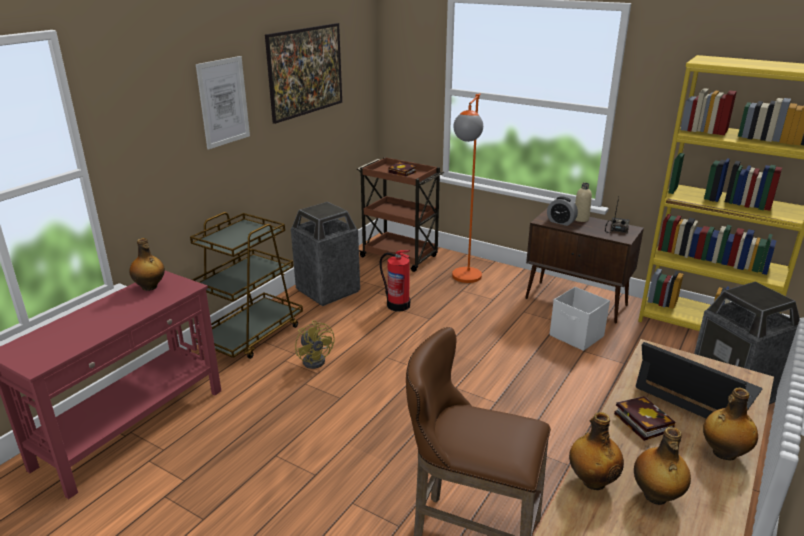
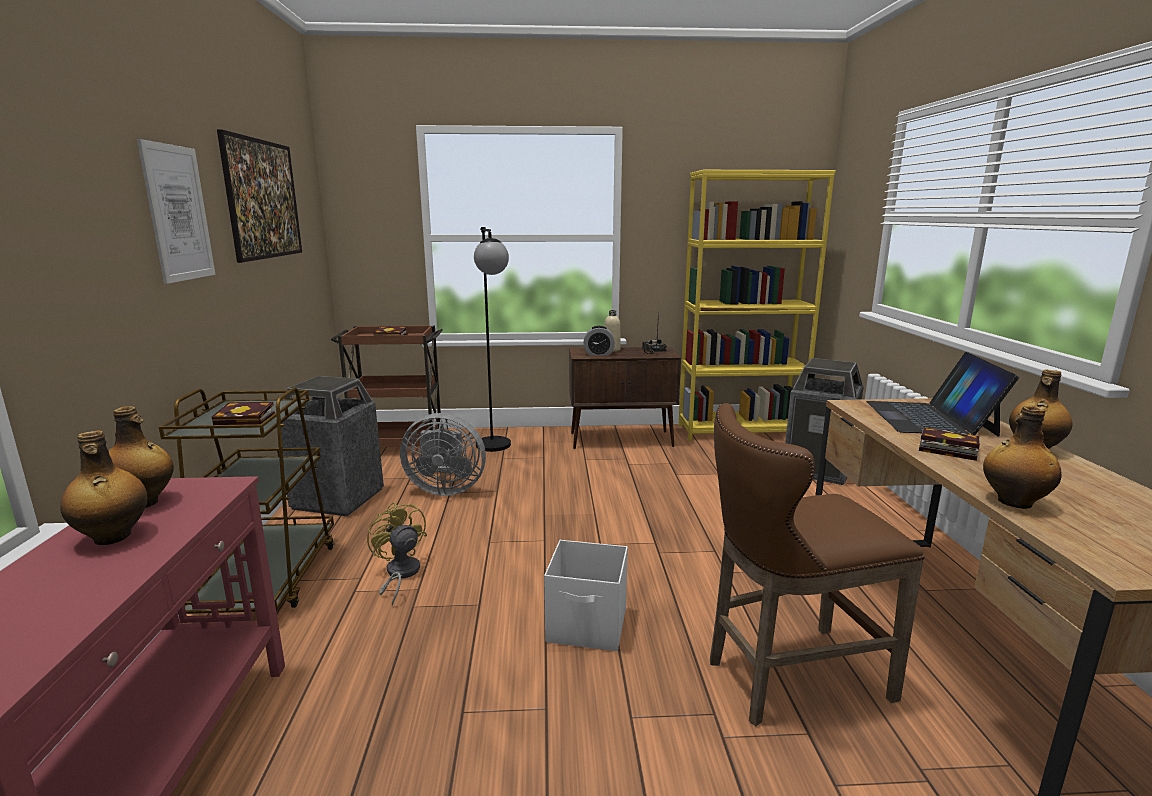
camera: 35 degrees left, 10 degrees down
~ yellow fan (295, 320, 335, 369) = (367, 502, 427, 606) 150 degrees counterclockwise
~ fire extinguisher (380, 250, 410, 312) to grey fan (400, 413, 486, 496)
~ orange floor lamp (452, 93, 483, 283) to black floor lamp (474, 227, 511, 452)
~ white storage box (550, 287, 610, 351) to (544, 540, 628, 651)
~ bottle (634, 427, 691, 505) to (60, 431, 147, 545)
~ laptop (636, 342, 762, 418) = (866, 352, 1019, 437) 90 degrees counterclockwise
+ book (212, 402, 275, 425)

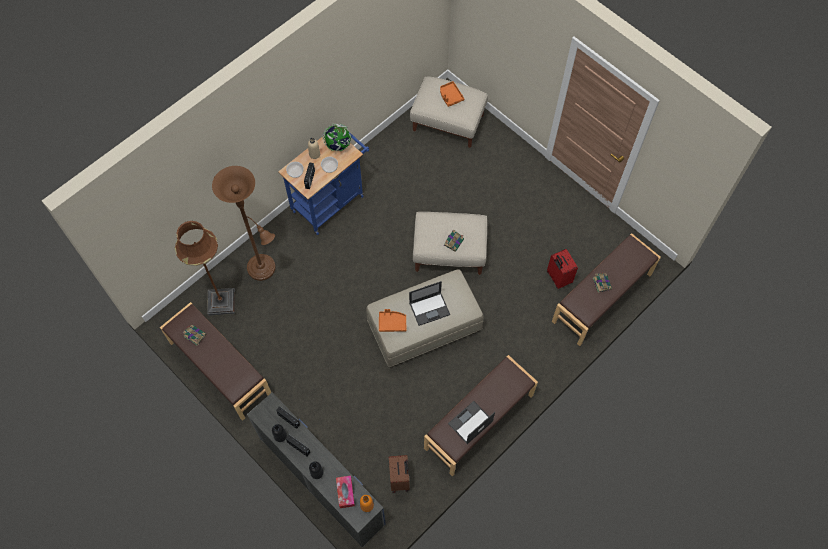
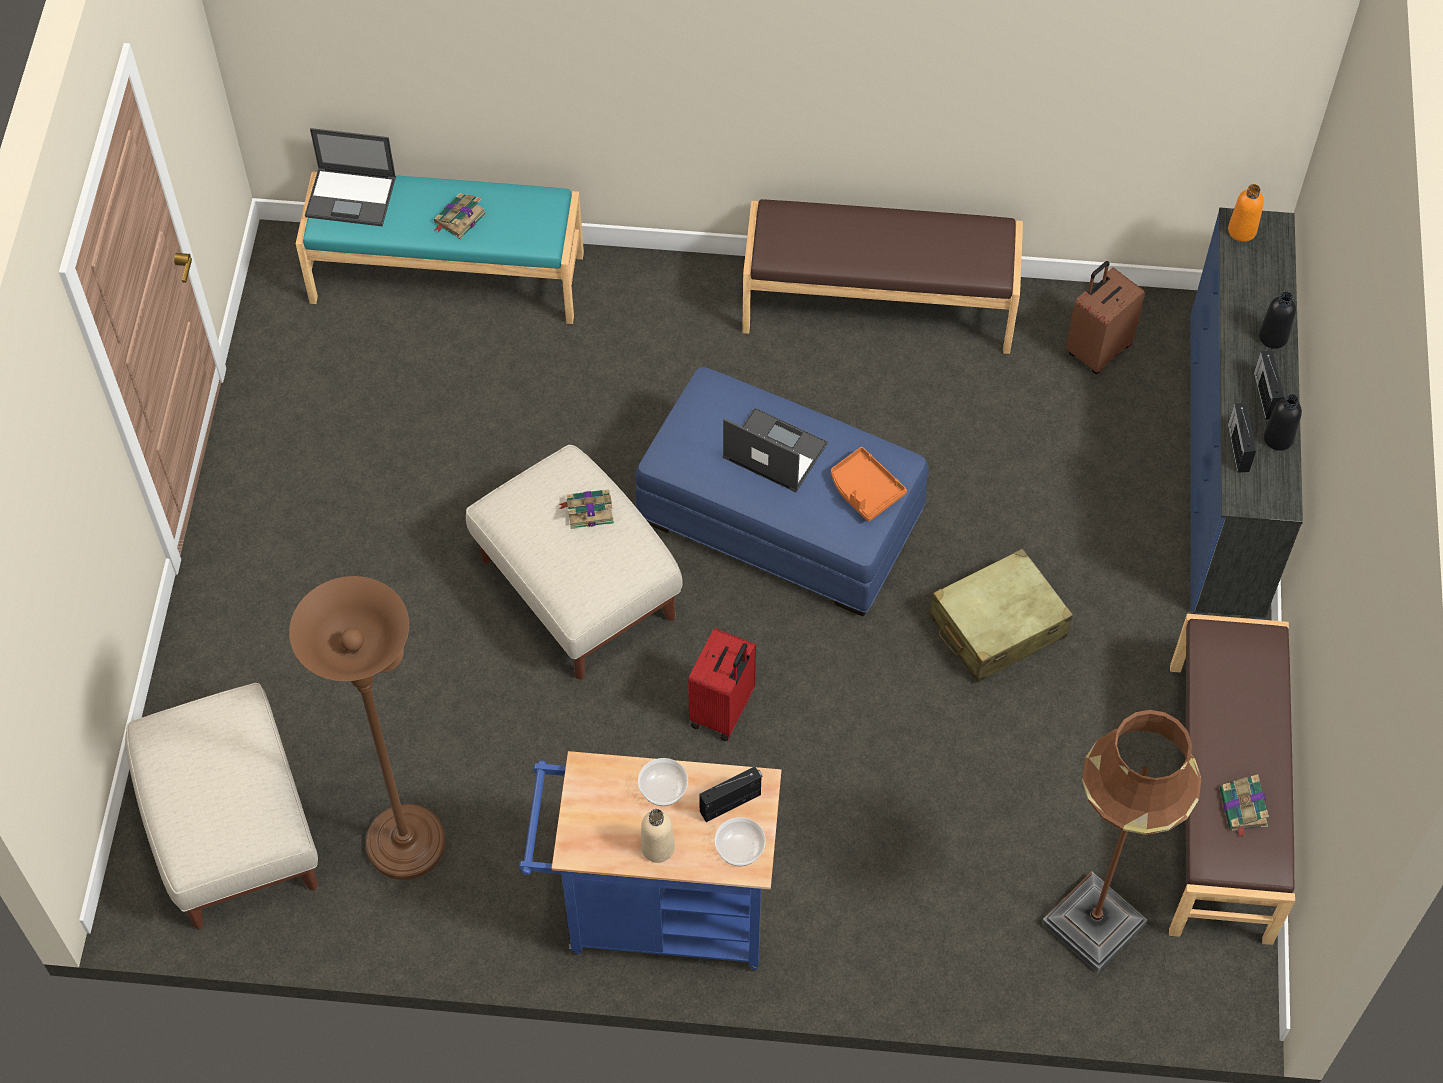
camera: 130 degrees left, 5 degrees down
~ brown floor lamp (212, 166, 276, 281) to (289, 576, 445, 880)
- globe (322, 124, 351, 151)
- tissue box (336, 476, 355, 508)
~ beige ottoman (366, 269, 484, 367) to blue ottoman (635, 367, 929, 616)
- orange tray (440, 81, 464, 107)
~ laptop (448, 401, 495, 444) to (305, 128, 396, 226)
~ red suitcase (547, 249, 578, 289) to (688, 628, 756, 741)
~ brown bench (552, 233, 661, 346) to turquoise bench (296, 172, 584, 324)
+ beige suitcase (929, 548, 1073, 682)

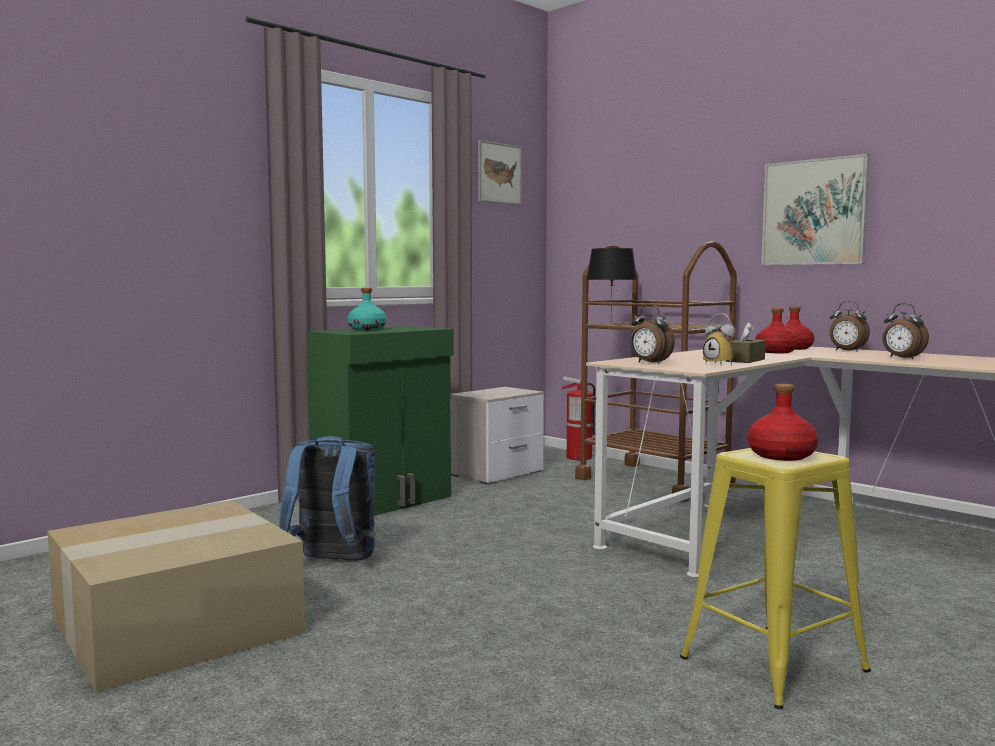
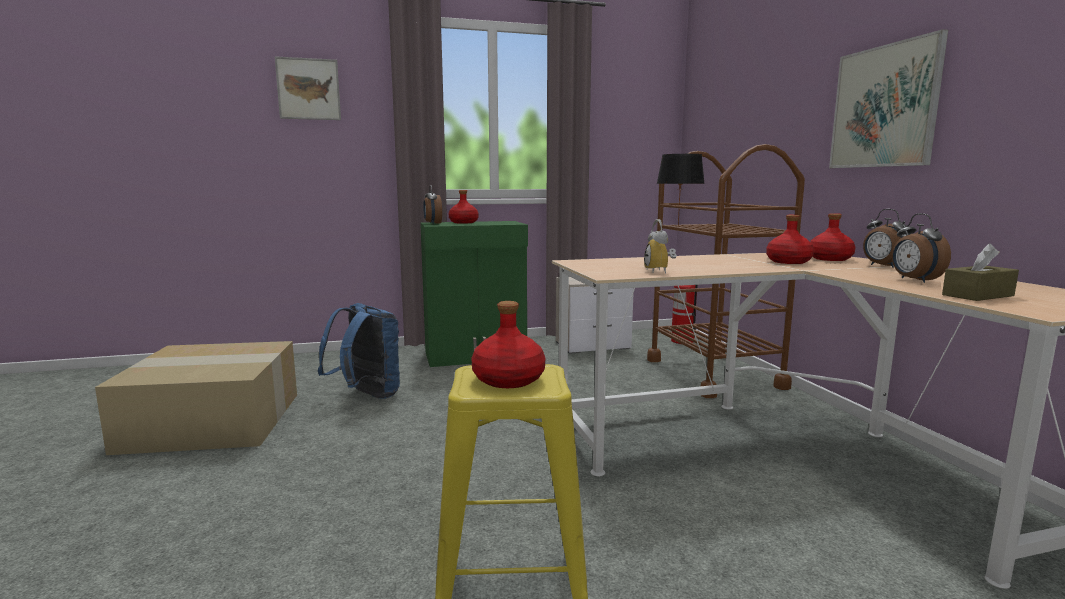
camera: 30 degrees right, 5 degrees up
~ turquoise bottle (348, 288, 387, 330) to red bottle (448, 190, 479, 224)
~ picture (478, 140, 521, 205) to (275, 56, 341, 120)
~ alarm clock (630, 305, 675, 364) to (423, 185, 442, 224)
~ brown tissue box (726, 322, 766, 363) to (942, 243, 1019, 301)

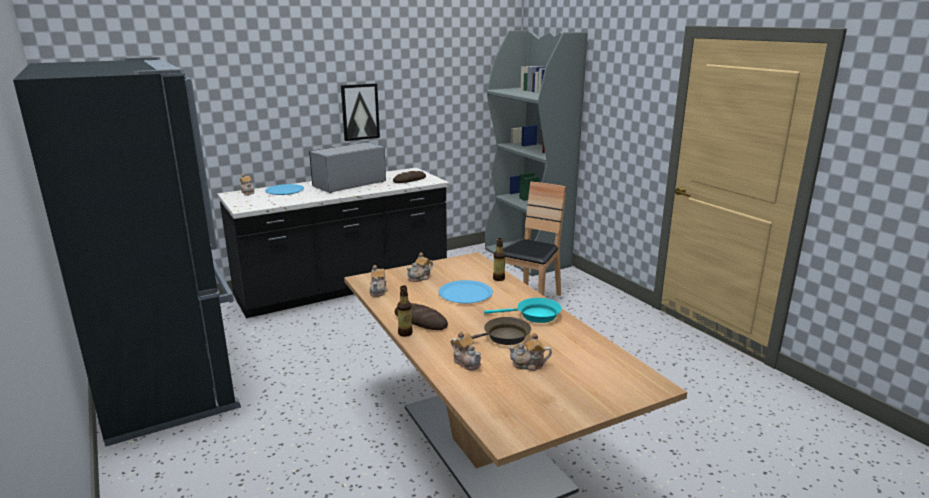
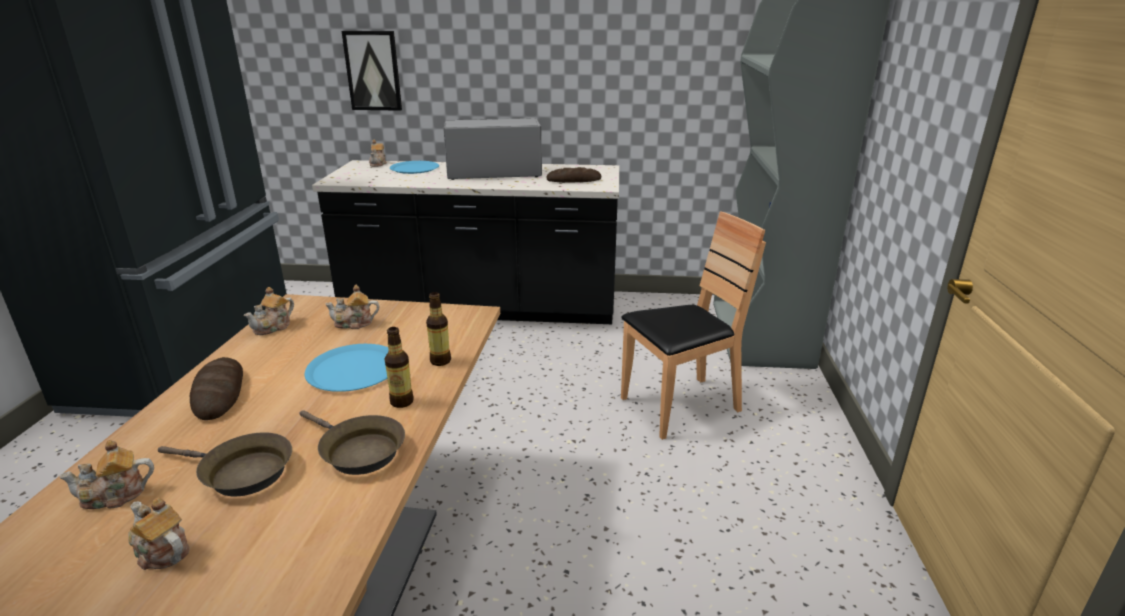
camera: 35 degrees right, 5 degrees up
~ picture (341, 83, 380, 141) to (342, 31, 402, 111)
~ bottle (397, 285, 413, 337) to (384, 327, 414, 408)
~ teapot (451, 331, 481, 371) = (59, 440, 154, 509) 75 degrees clockwise
~ turquoise frying pan (484, 298, 562, 323) to brown frying pan (299, 410, 405, 475)

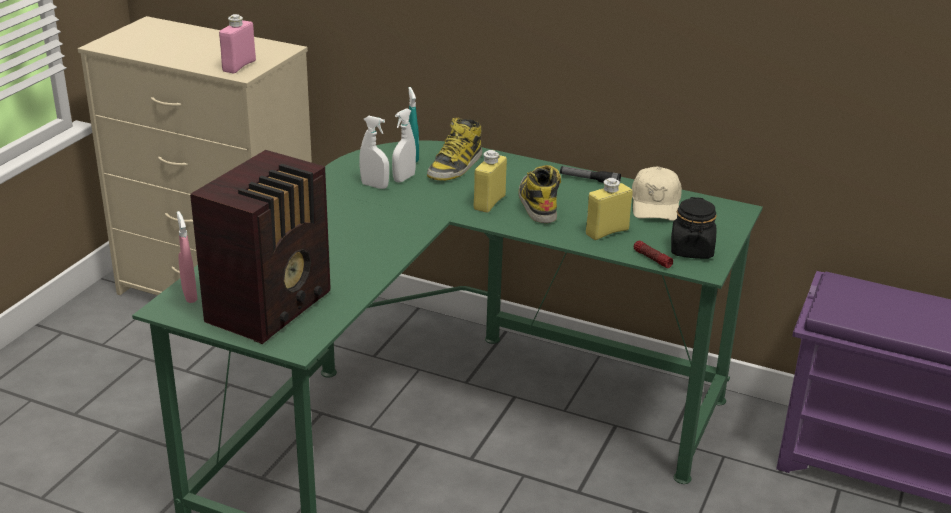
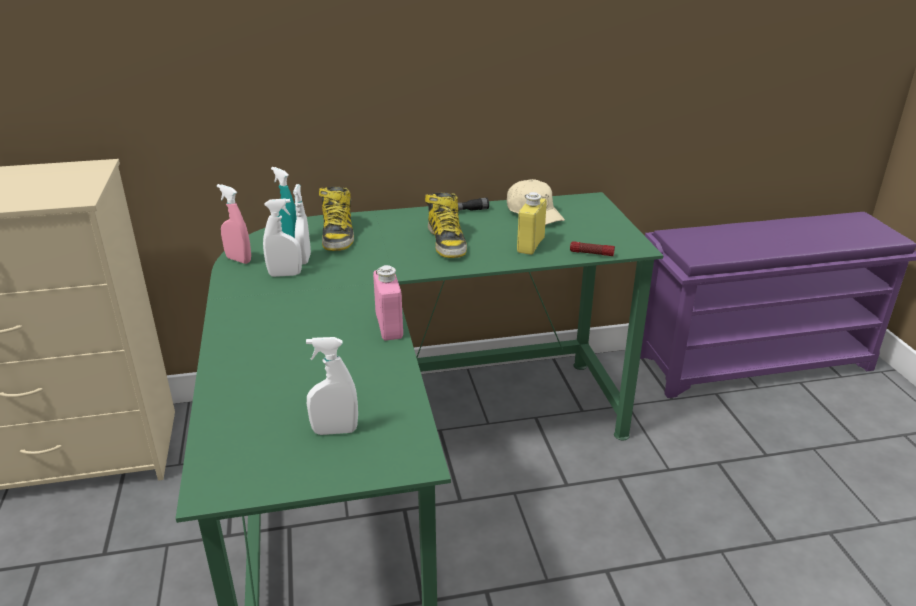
camera: 35 degrees left, 0 degrees up
~ pink spray bottle (177, 211, 198, 303) to (217, 184, 251, 264)
~ radio (190, 150, 331, 344) to white spray bottle (306, 337, 358, 435)
~ pink bottle (219, 14, 256, 73) to (373, 265, 403, 340)
- yellow bottle (474, 150, 507, 213)
~ boot (519, 165, 561, 223) = (425, 193, 467, 258) 150 degrees counterclockwise
- black jar (671, 197, 717, 259)

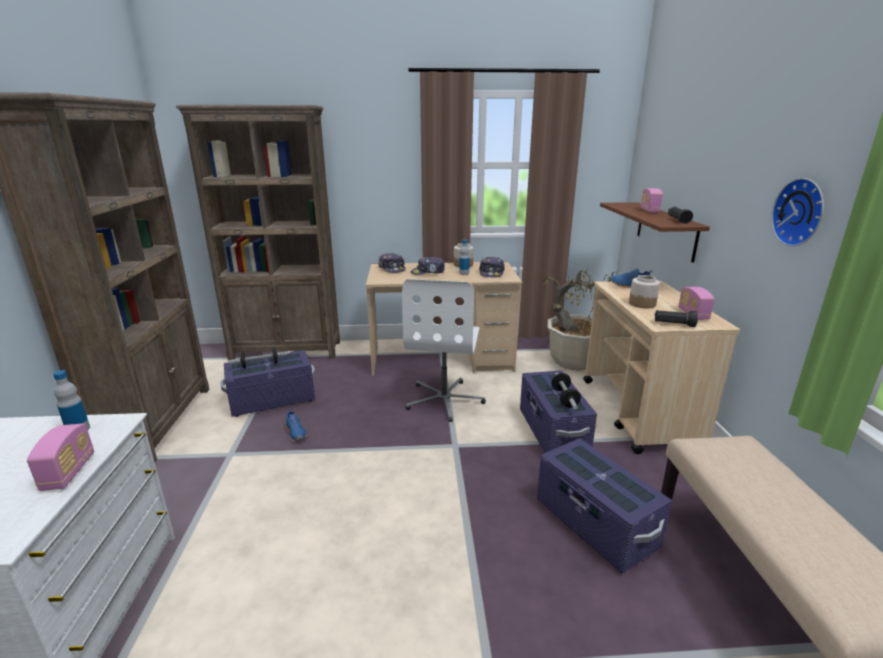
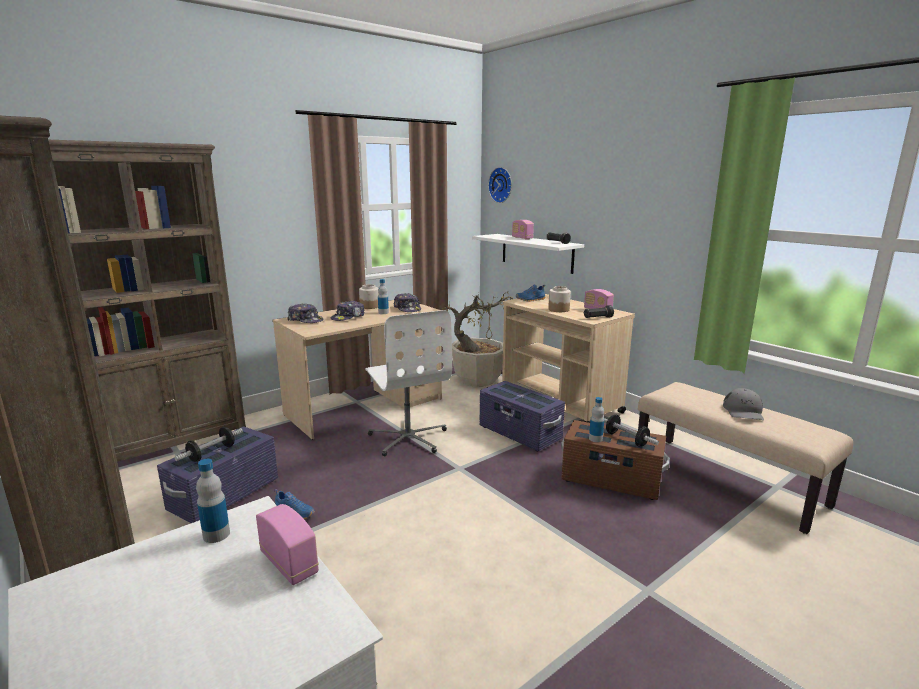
camera: 35 degrees left, 5 degrees down
~ purple storage box (537, 438, 672, 573) to brown storage box (561, 420, 670, 500)
~ dumbbell (551, 373, 581, 409) to (604, 415, 659, 447)
~ brown shelf (600, 202, 710, 262) to white shelf (472, 234, 584, 274)
~ wall clock (771, 178, 824, 246) to (488, 167, 512, 203)
+ bottle (589, 397, 604, 442)
+ grey cap (723, 388, 764, 420)

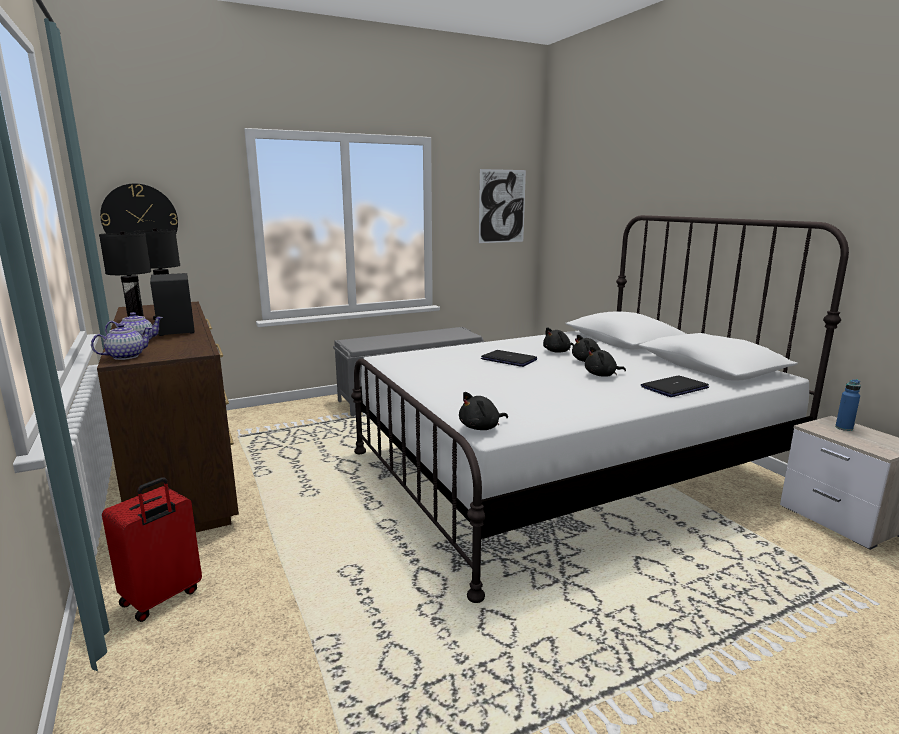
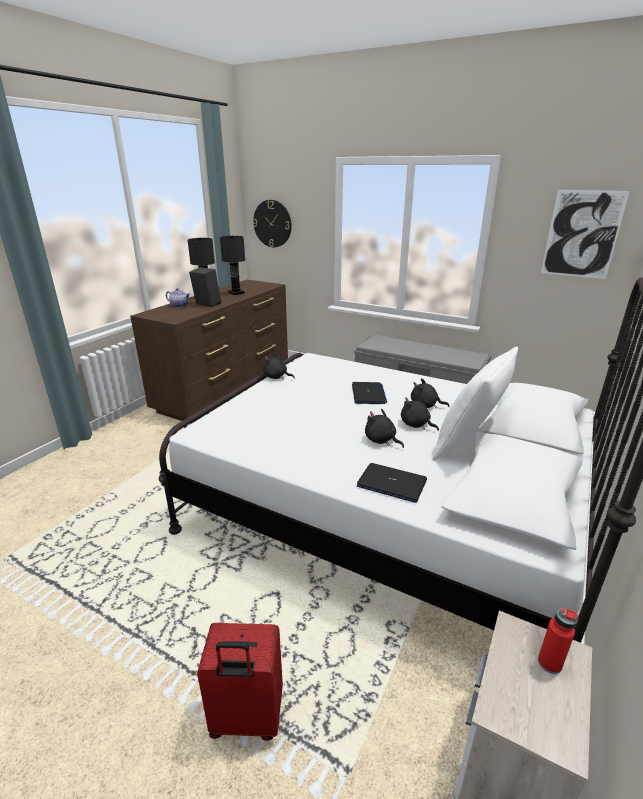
camera: 55 degrees right, 10 degrees up
- teapot (91, 323, 152, 360)
~ red suitcase (102, 477, 202, 622) to (197, 623, 283, 741)
~ black plush toy (459, 392, 508, 430) to (263, 353, 295, 379)
~ blue bottle (835, 379, 861, 431) to red bottle (538, 608, 578, 674)
+ white pillow (433, 347, 518, 460)

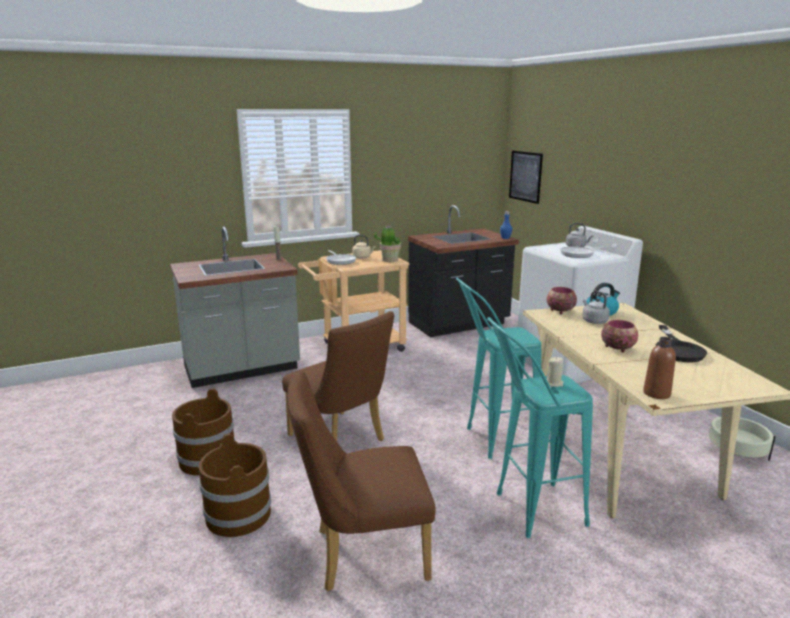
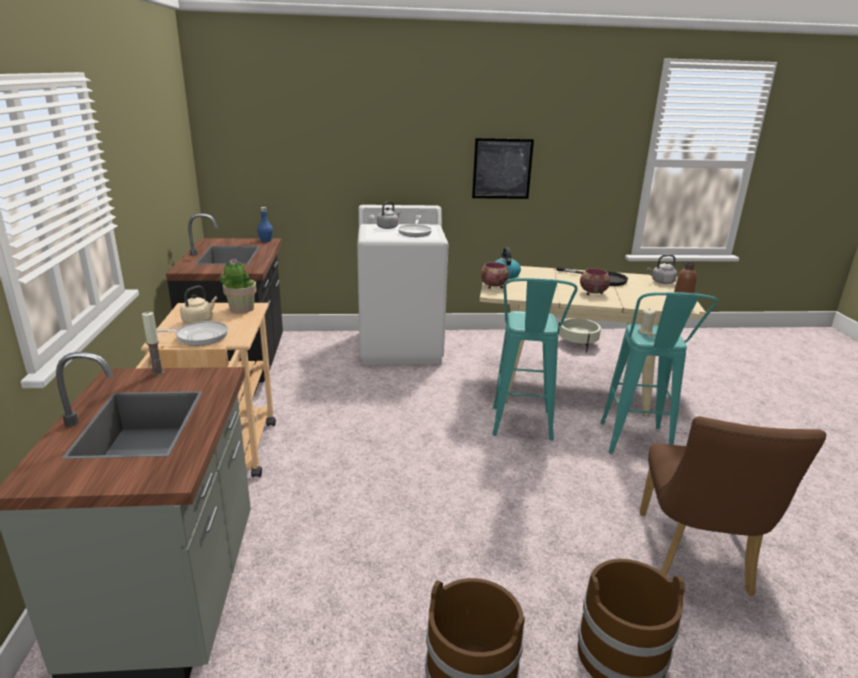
camera: 70 degrees left, 5 degrees up
- brown chair (282, 311, 395, 441)
~ picture (509, 151, 543, 204) to (472, 138, 534, 199)
~ grey kettle (582, 291, 610, 324) to (647, 255, 677, 284)

